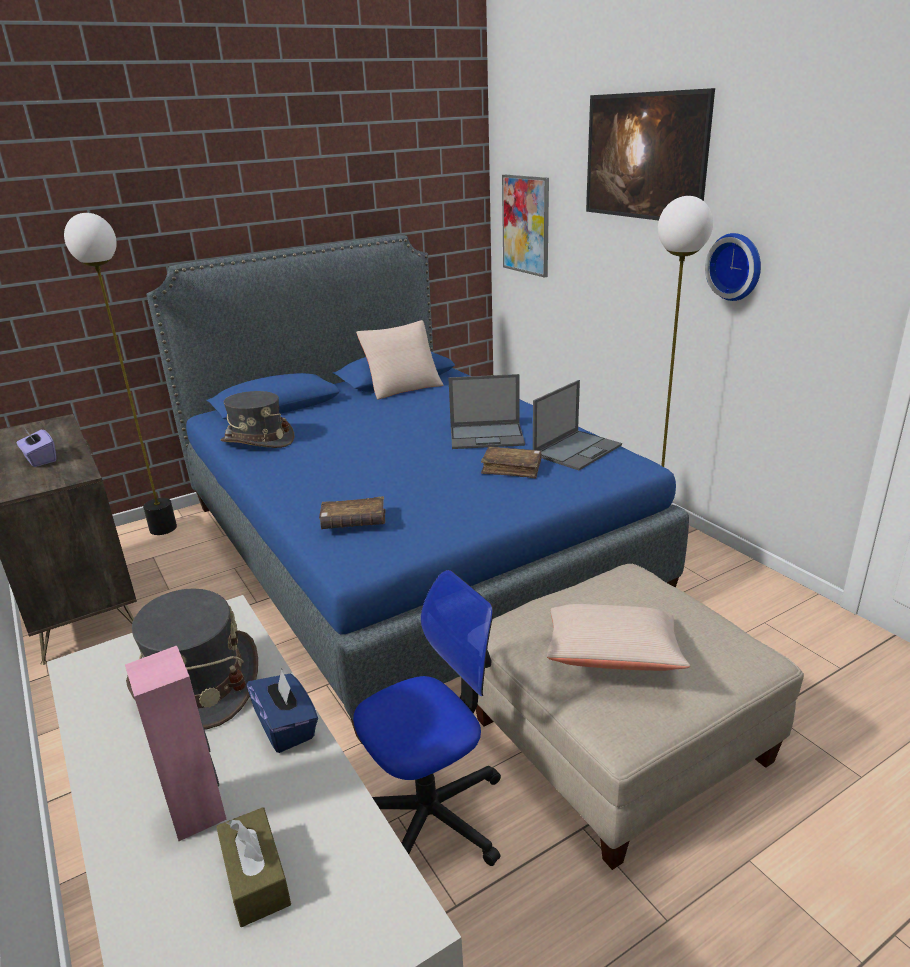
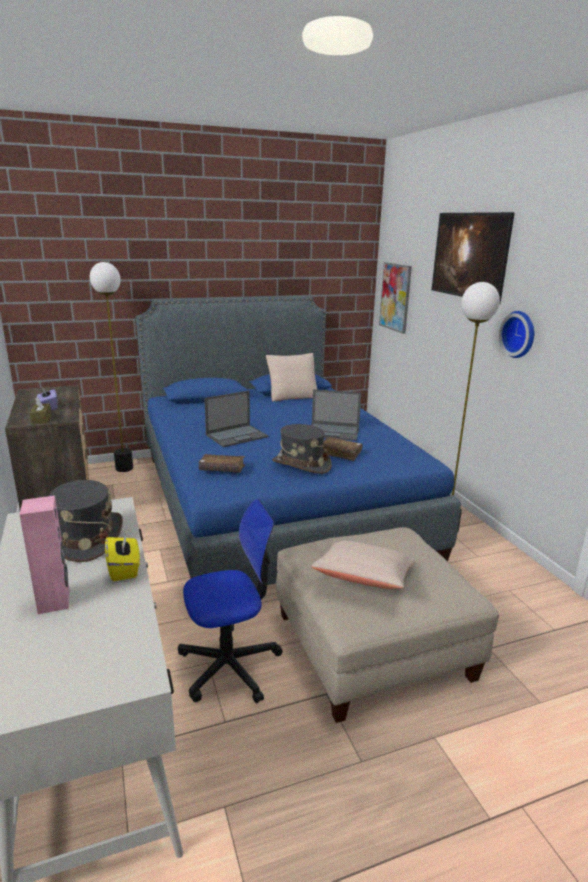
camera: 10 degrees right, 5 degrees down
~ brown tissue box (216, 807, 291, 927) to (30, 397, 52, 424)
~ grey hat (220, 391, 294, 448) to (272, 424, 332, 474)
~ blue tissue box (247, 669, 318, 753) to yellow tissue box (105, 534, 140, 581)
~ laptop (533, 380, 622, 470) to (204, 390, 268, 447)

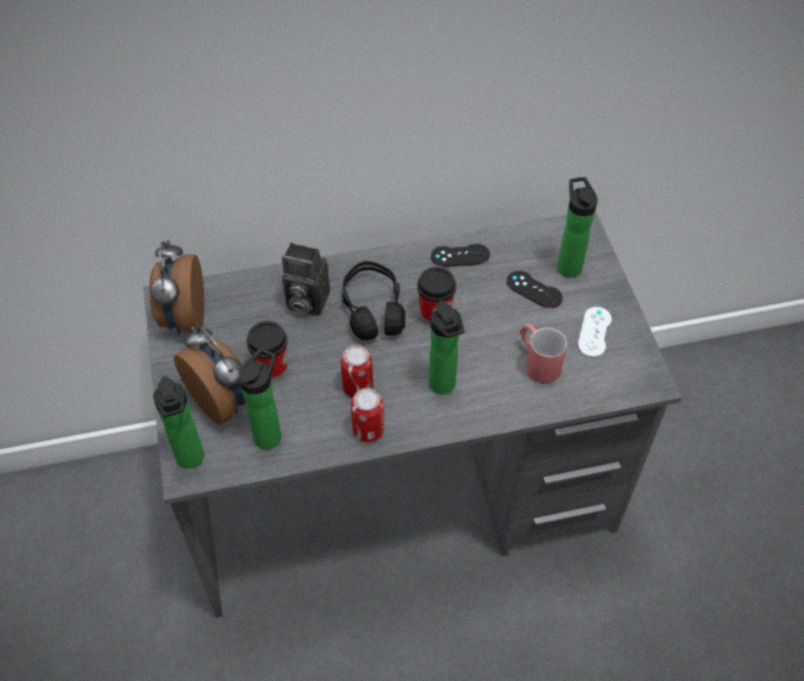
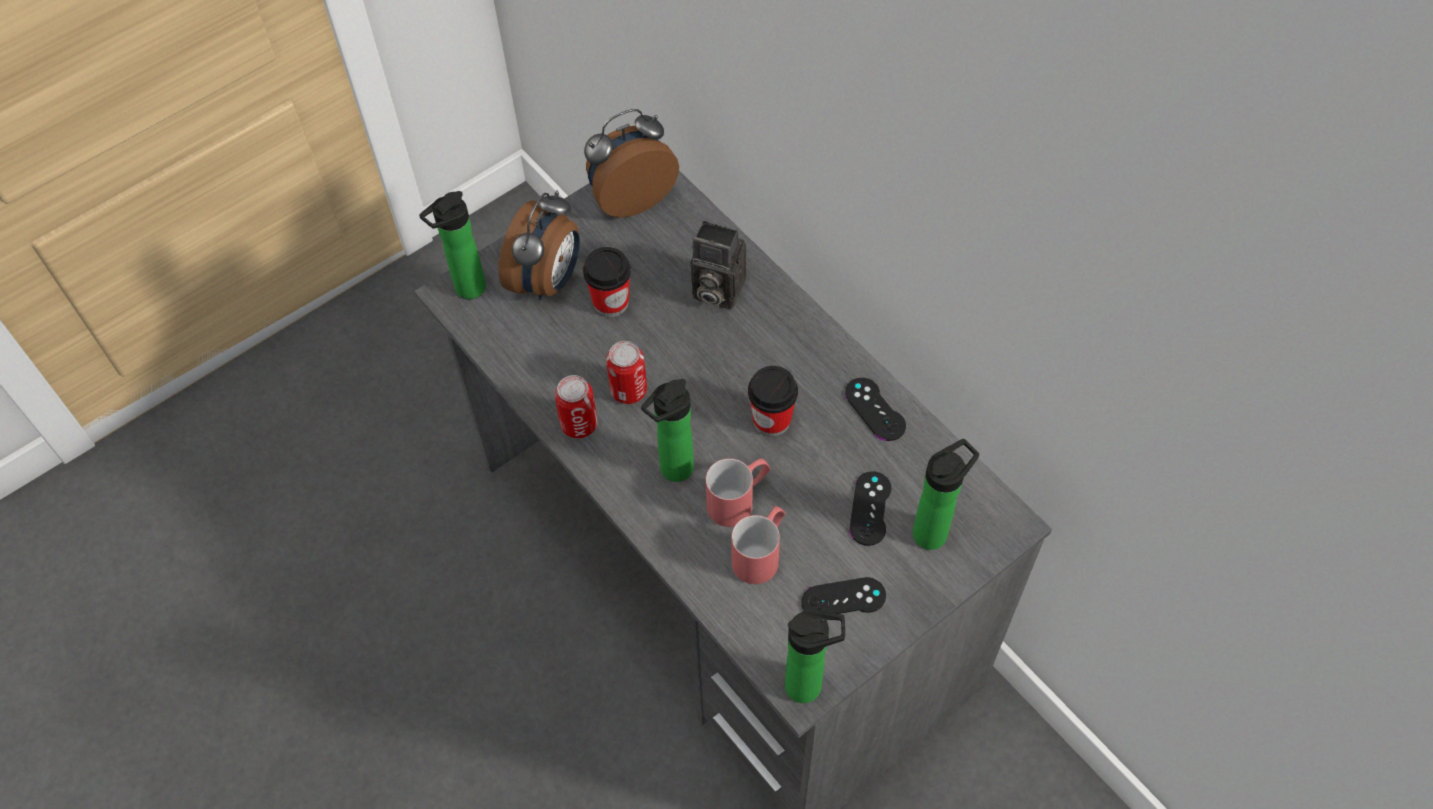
camera: 65 degrees right, 5 degrees up
~ bottle (239, 348, 281, 449) to (785, 610, 845, 703)
~ photo camera (282, 243, 330, 316) = (690, 221, 746, 309) 60 degrees counterclockwise
- black headphones (342, 261, 405, 340)
~ white game controller (578, 307, 612, 357) to black game controller (801, 577, 886, 614)
+ red mug (706, 458, 770, 527)

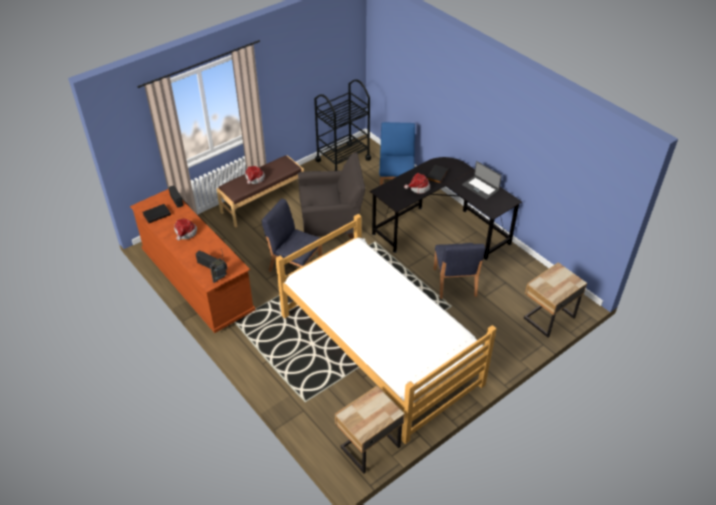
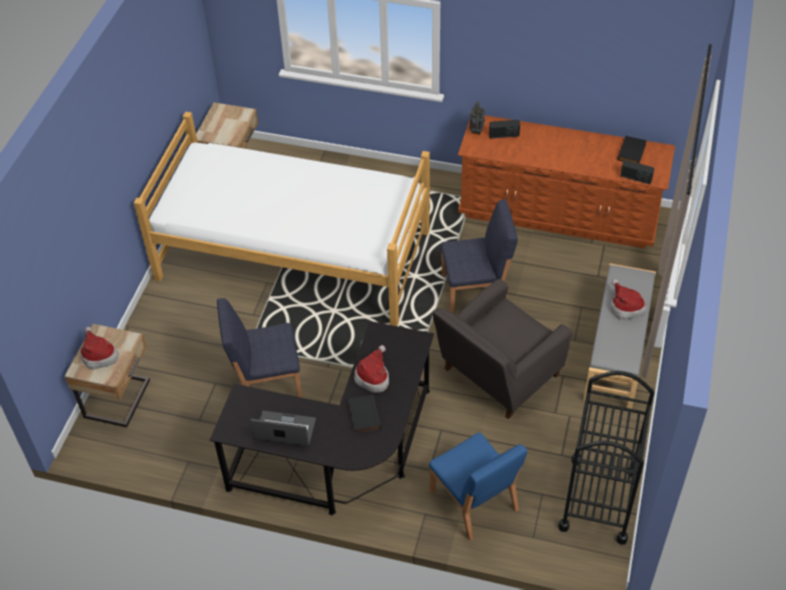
camera: 145 degrees right, 5 degrees up
~ hat (174, 219, 197, 240) to (81, 327, 119, 370)
~ brown bench (216, 155, 304, 228) to grey bench (583, 264, 656, 409)
~ blue chair (434, 243, 485, 299) = (217, 298, 302, 398) 60 degrees counterclockwise

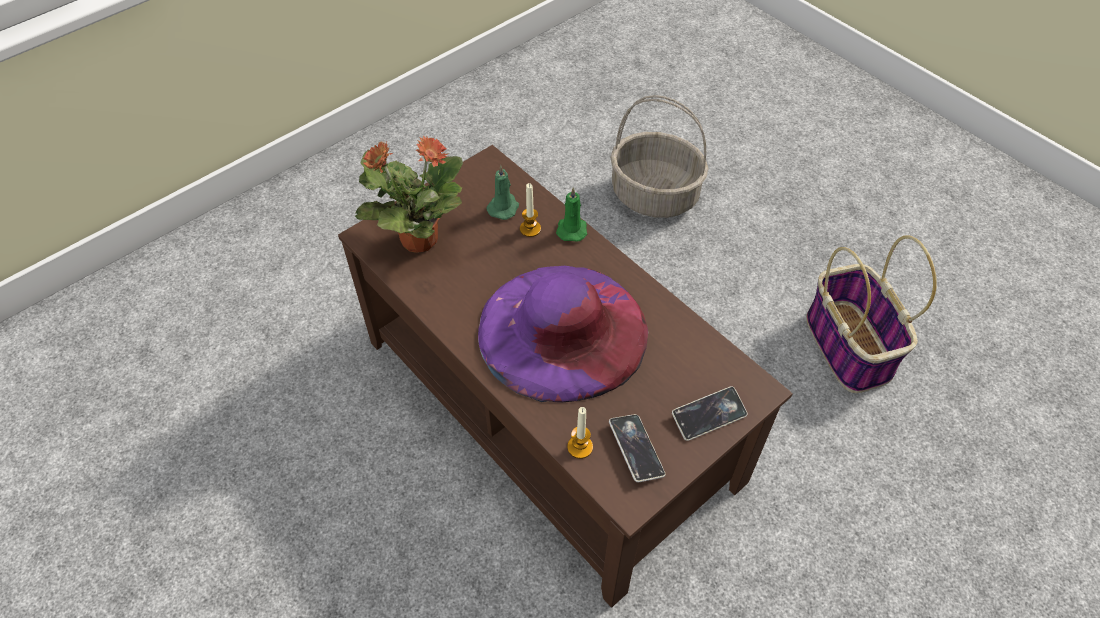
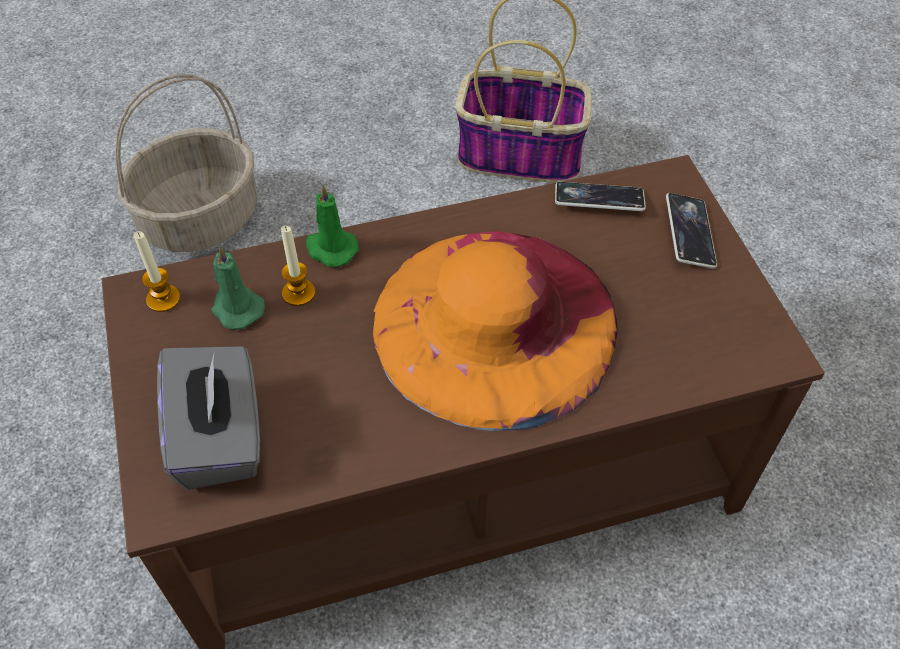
camera: 65 degrees left, 0 degrees up
~ potted plant (355, 135, 463, 252) to grey tissue box (157, 346, 260, 490)
~ purple hat (478, 266, 648, 403) to orange hat (373, 231, 618, 431)
~ candle (567, 407, 593, 459) to (134, 231, 180, 312)
~ phone (609, 414, 666, 482) to (555, 182, 646, 211)

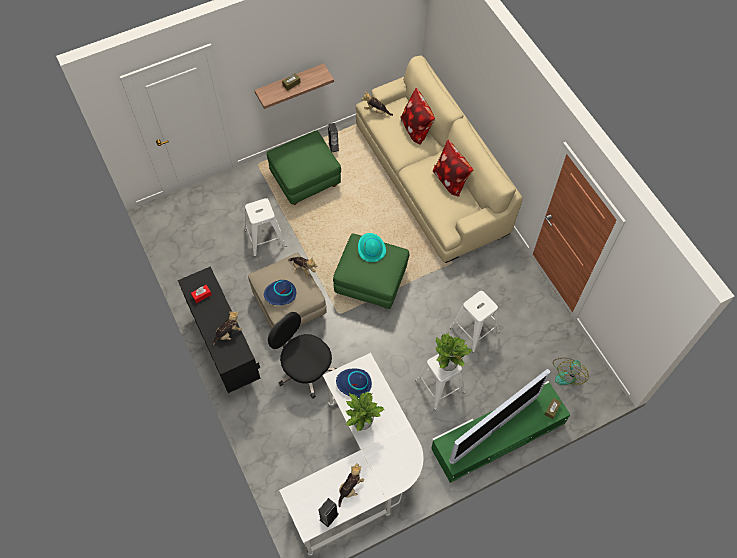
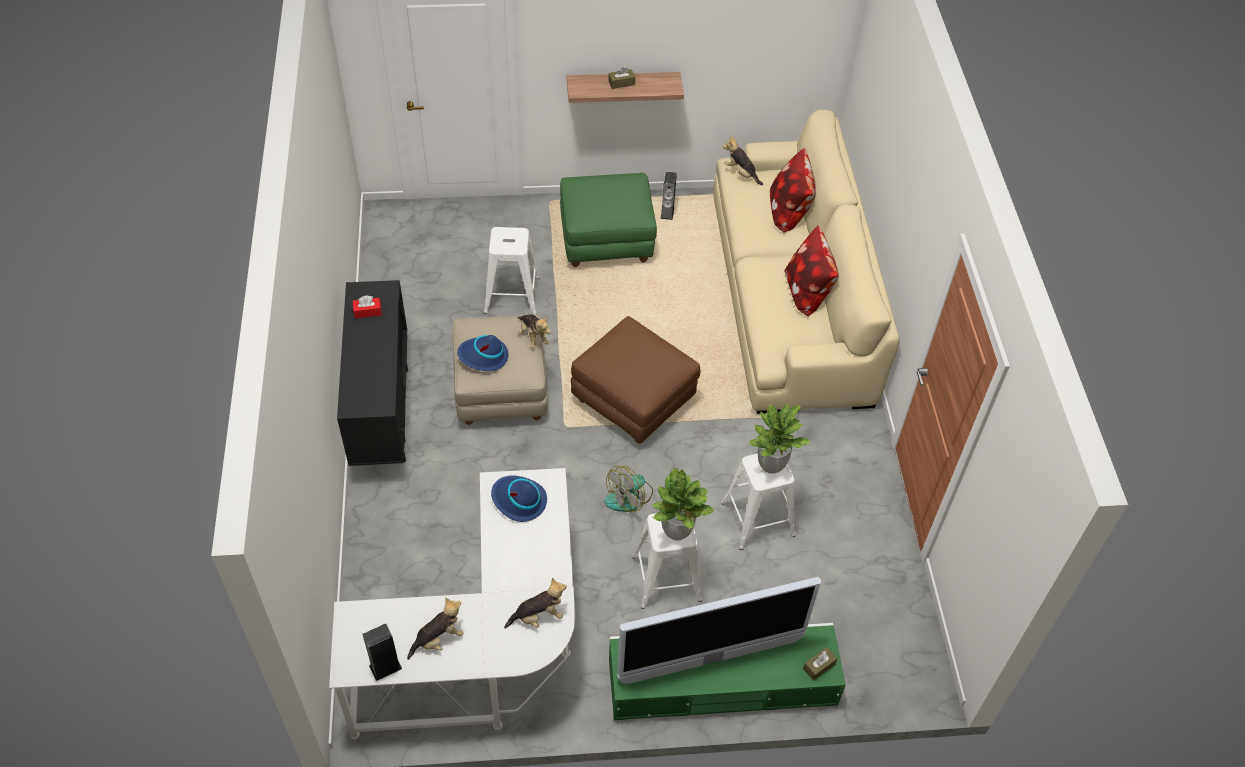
camera: 20 degrees right, 10 degrees down
~ plush toy (212, 311, 242, 346) to (504, 578, 567, 629)
- black office chair (268, 312, 337, 399)
~ green ottoman (333, 233, 409, 309) to brown ottoman (571, 316, 700, 444)
~ potted plant (346, 392, 384, 431) to (749, 404, 810, 474)
- turquoise hat (358, 233, 386, 262)
~ fan (553, 358, 589, 385) to (604, 466, 653, 512)

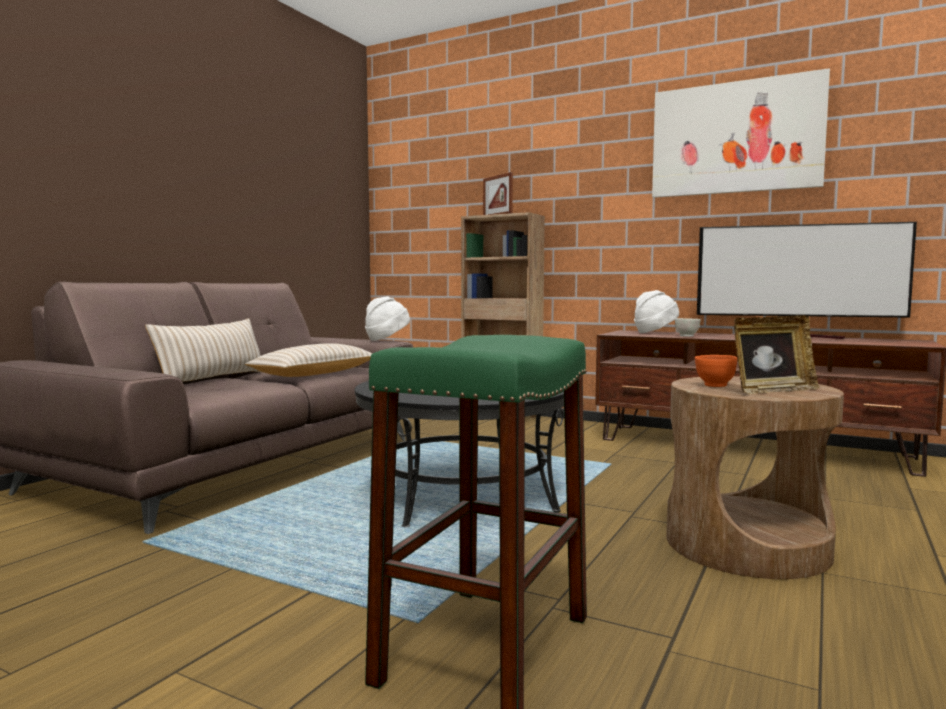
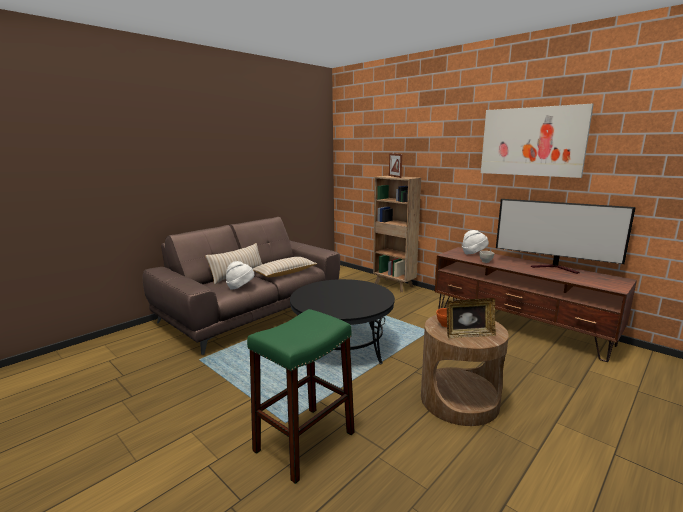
camera: 15 degrees right, 10 degrees up
~ white hat (365, 296, 410, 341) to (226, 261, 254, 290)

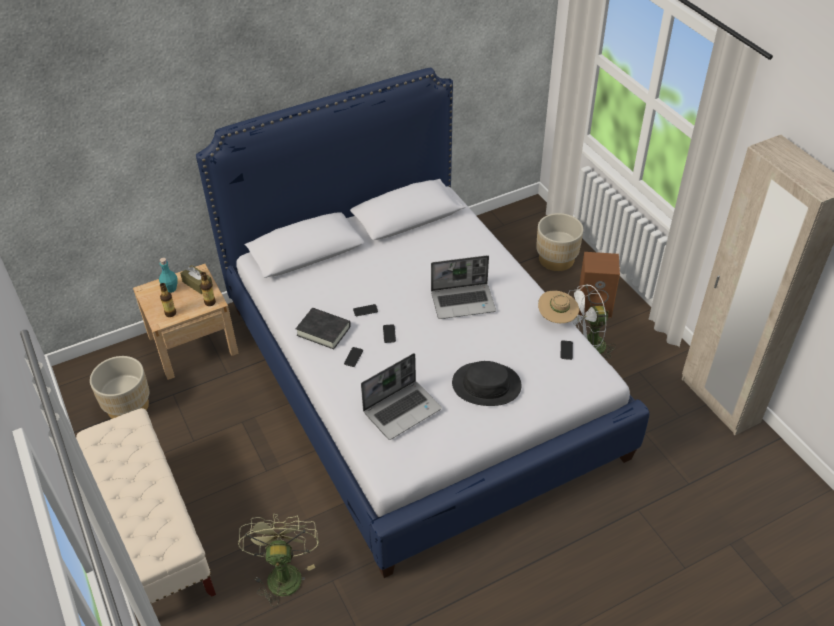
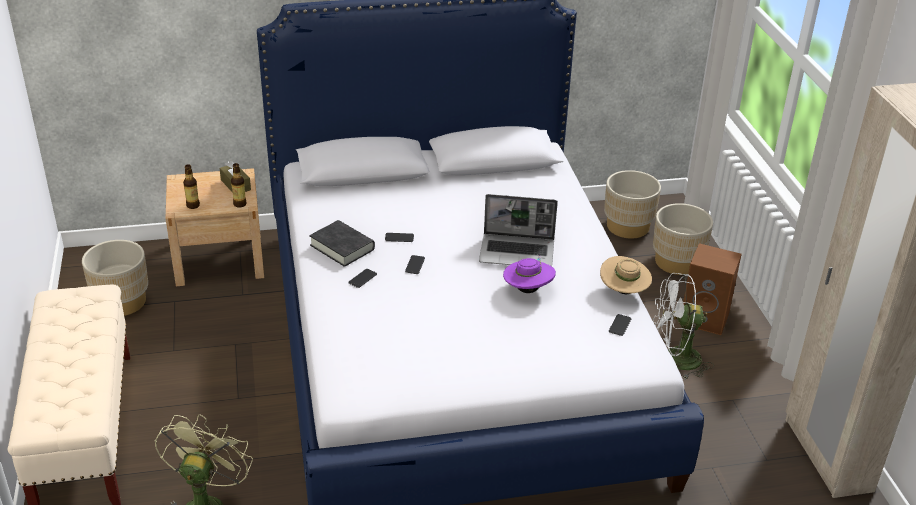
camera: 15 degrees right, 10 degrees down
- turquoise bottle (159, 258, 178, 293)
- laptop (361, 353, 442, 440)
- black hat (452, 361, 522, 406)
+ purple hat (503, 255, 556, 293)
+ beige planter (604, 170, 661, 239)

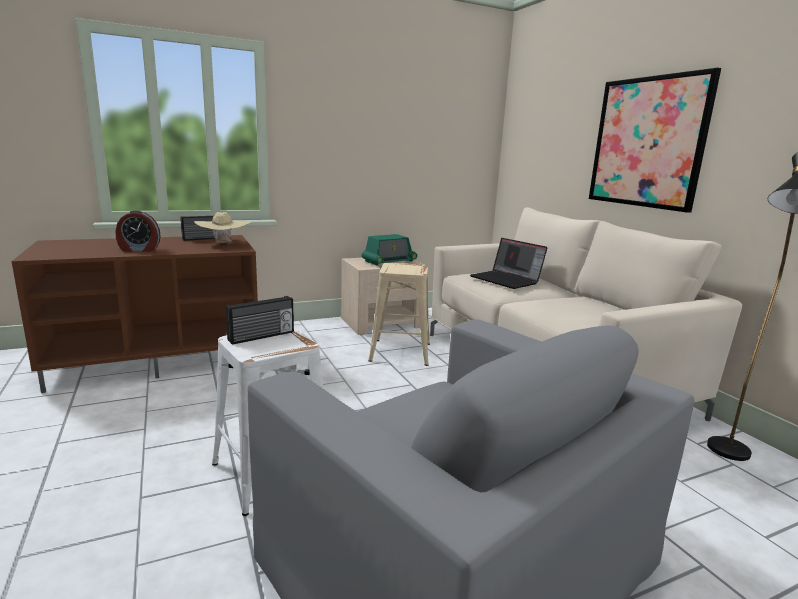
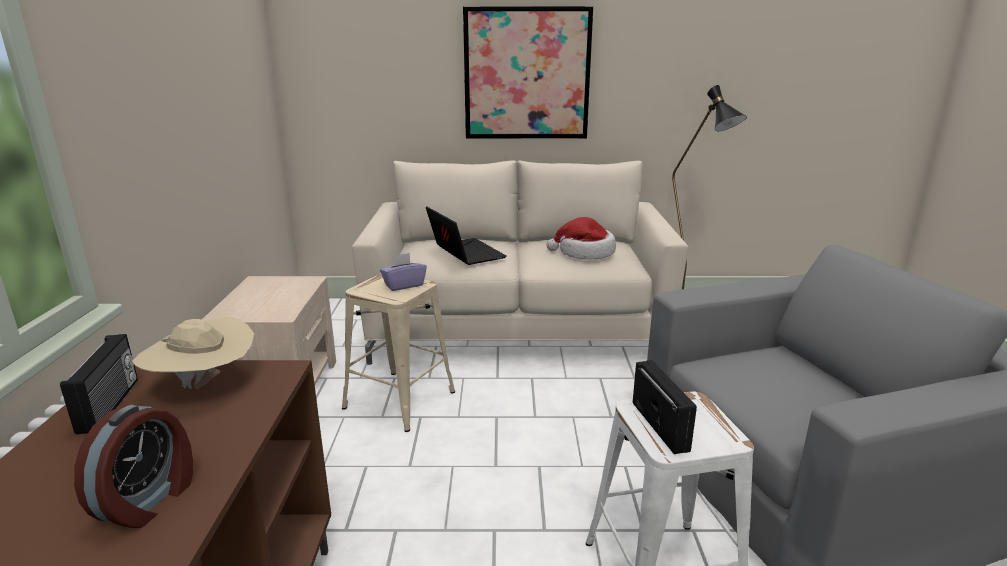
camera: 65 degrees left, 5 degrees up
- radio (362, 234, 418, 266)
~ laptop (470, 238, 547, 289) = (426, 206, 506, 265) 105 degrees counterclockwise
+ purple tissue box (380, 253, 427, 291)
+ hat (546, 217, 616, 260)

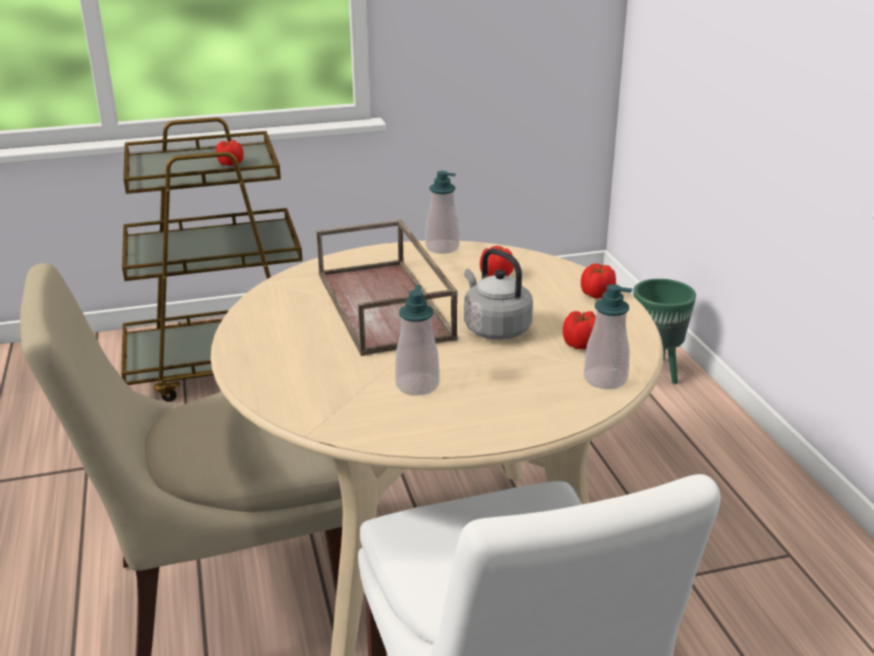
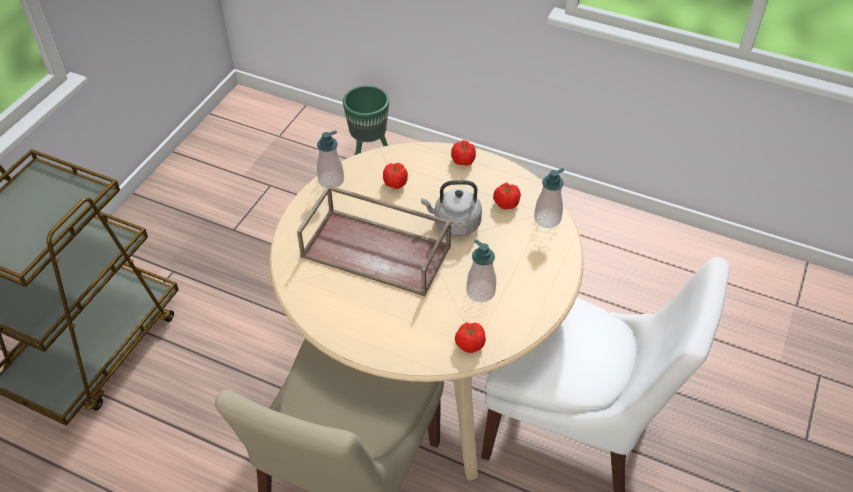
camera: 50 degrees left, 20 degrees up
~ tomato (216, 140, 244, 166) to (455, 322, 486, 353)

